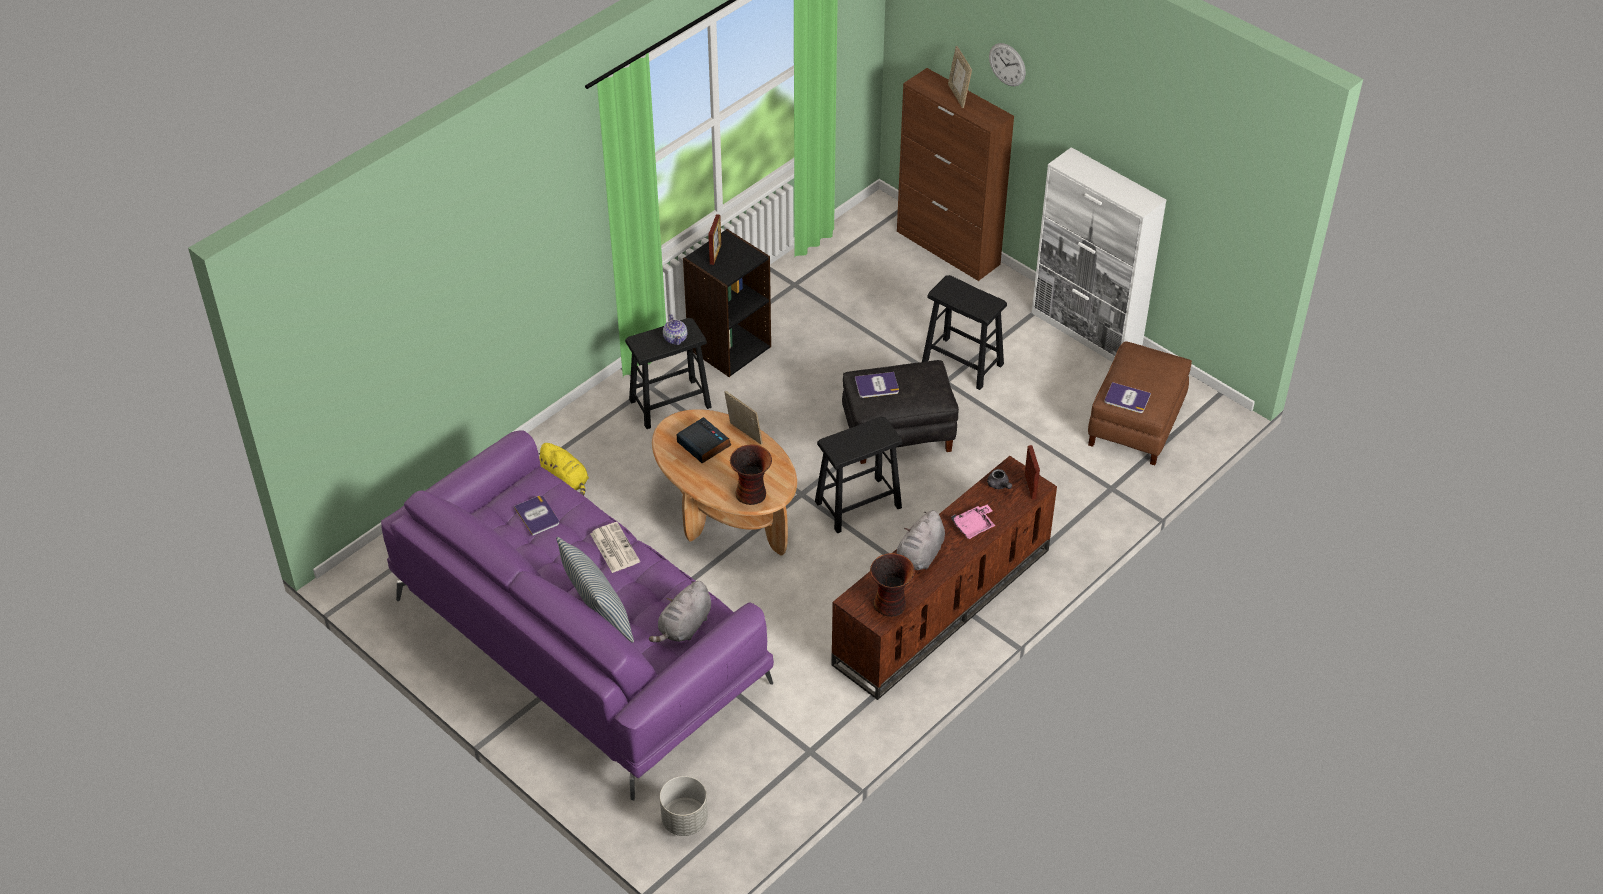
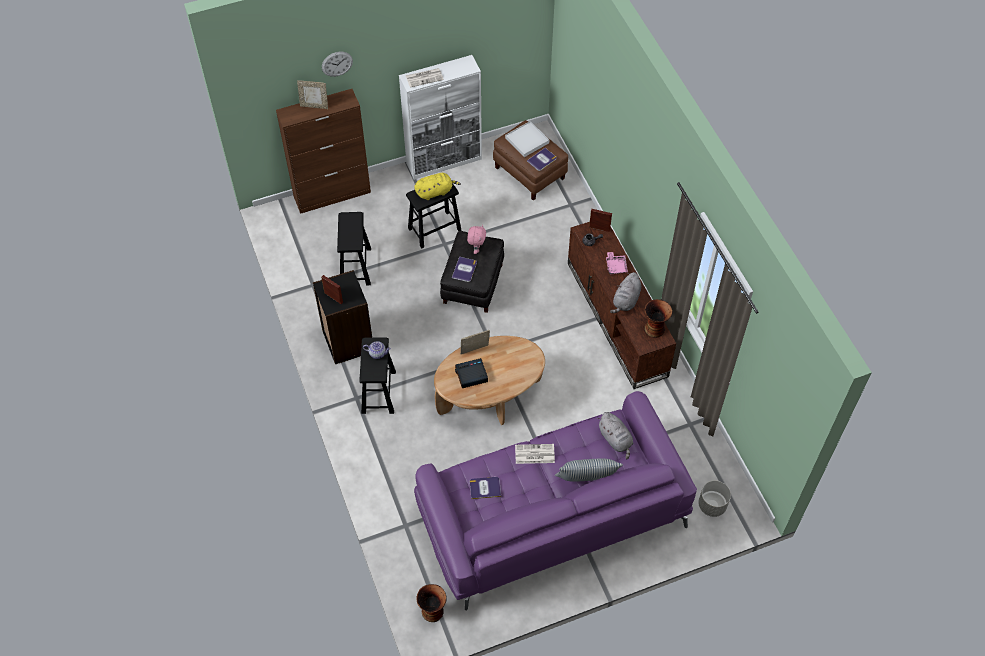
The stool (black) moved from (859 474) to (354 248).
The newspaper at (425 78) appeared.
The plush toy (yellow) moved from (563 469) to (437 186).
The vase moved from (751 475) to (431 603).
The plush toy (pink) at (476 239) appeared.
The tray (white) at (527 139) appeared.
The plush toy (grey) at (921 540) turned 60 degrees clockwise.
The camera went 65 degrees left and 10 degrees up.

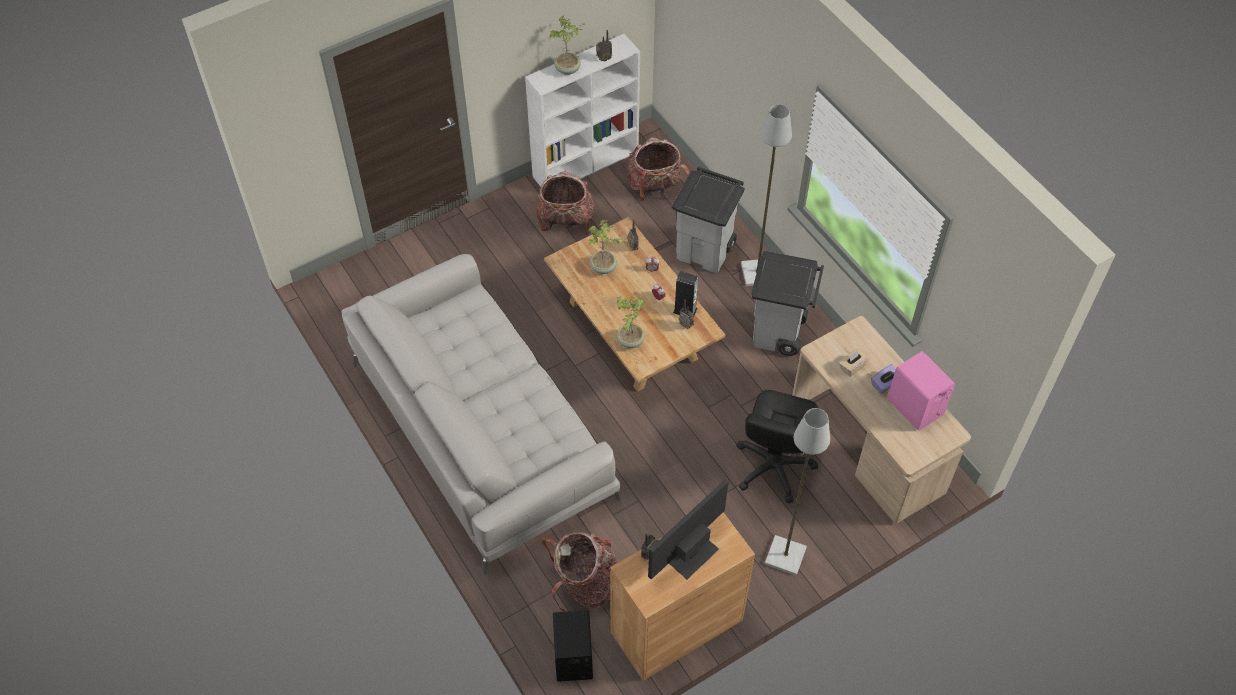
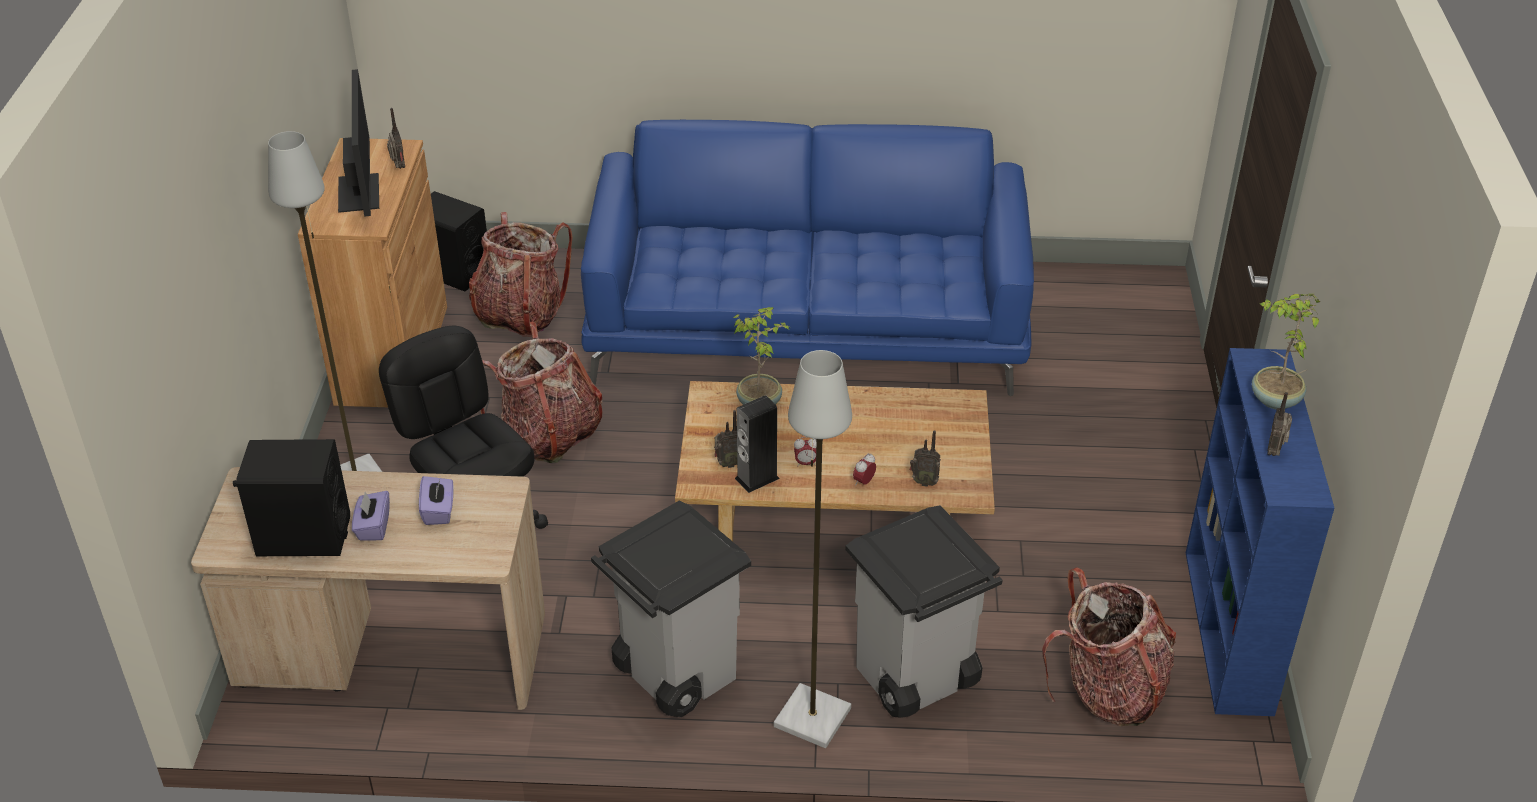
The speaker (pink) at (921 391) became the speaker (black) at (291 497).
The tissue box (beige) at (854 363) became the tissue box (purple) at (436 500).
The backpack moved from (565 203) to (541 392).
The sofa (grey) at (481 414) became the sofa (blue) at (807 258).
The bookcase (white) at (582 110) became the bookcase (blue) at (1260 532).
The potted plant at (606 247) disappeared.
The camera went 125 degrees right and 15 degrees down.

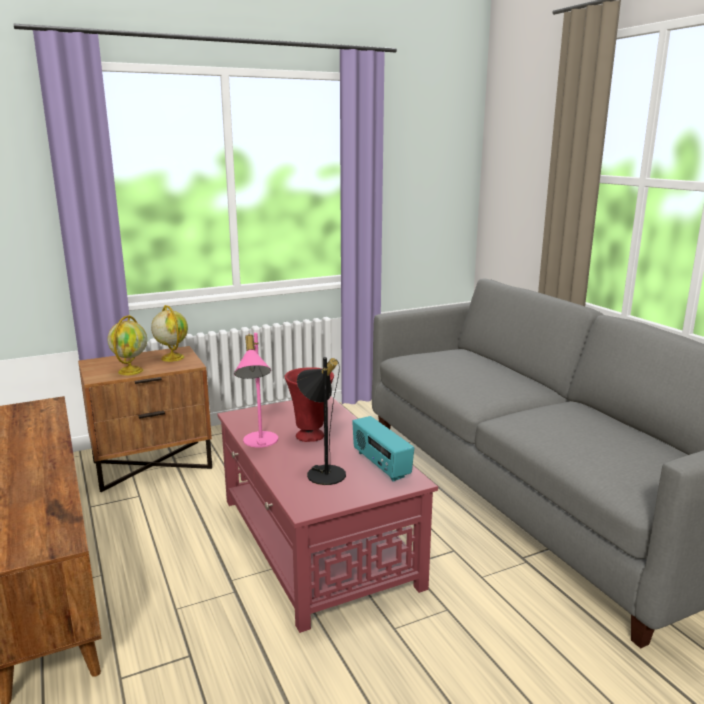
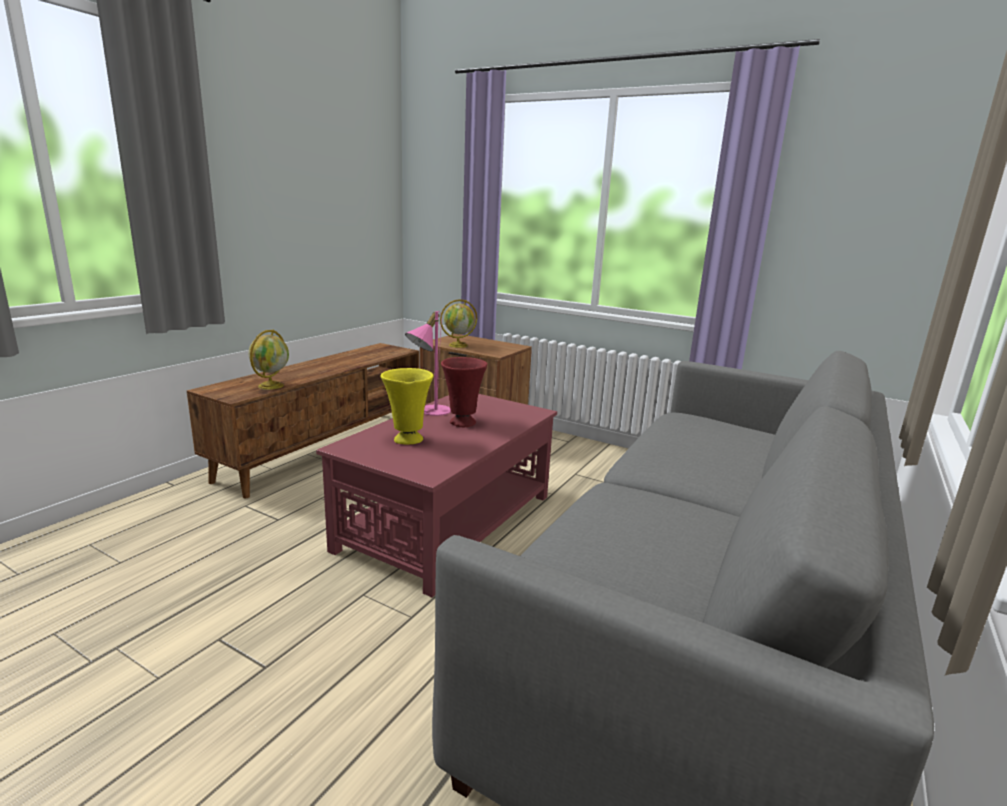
The globe moved from (169 333) to (268 360).
The table lamp (black) at (321 421) was replaced by the vase (yellow) at (407 406).
The radio at (383 449) disappeared.
The camera went 55 degrees right and 0 degrees up.

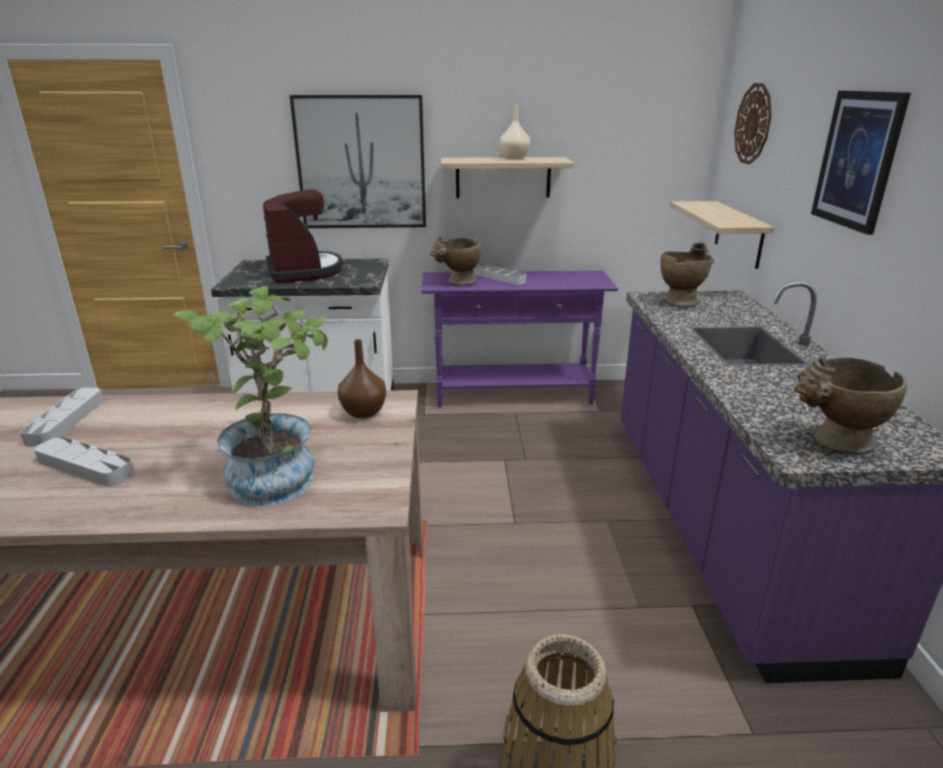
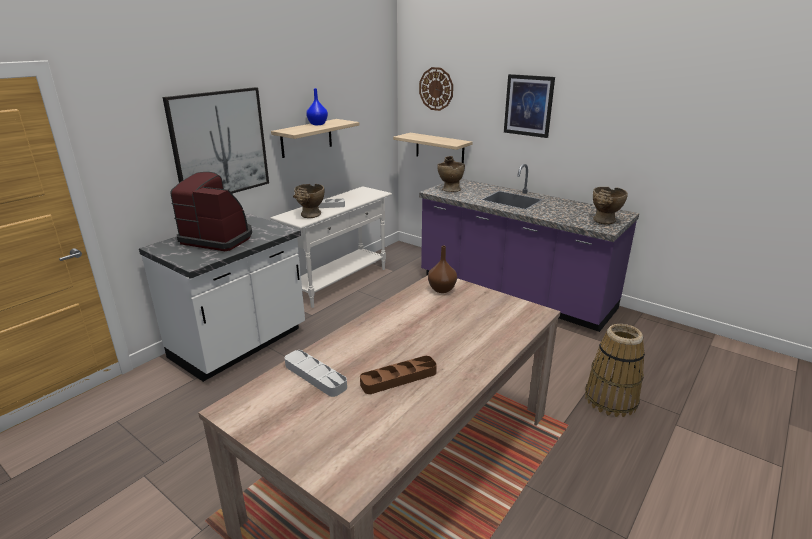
The console table (purple) at (519 339) became the console table (white) at (331 247).
The vase (beige) at (514 132) became the vase (blue) at (317 106).
The tray (grey) at (84 461) became the tray (brown) at (398 375).
The potted plant at (250 396) disappeared.
The camera went 50 degrees left and 0 degrees up.

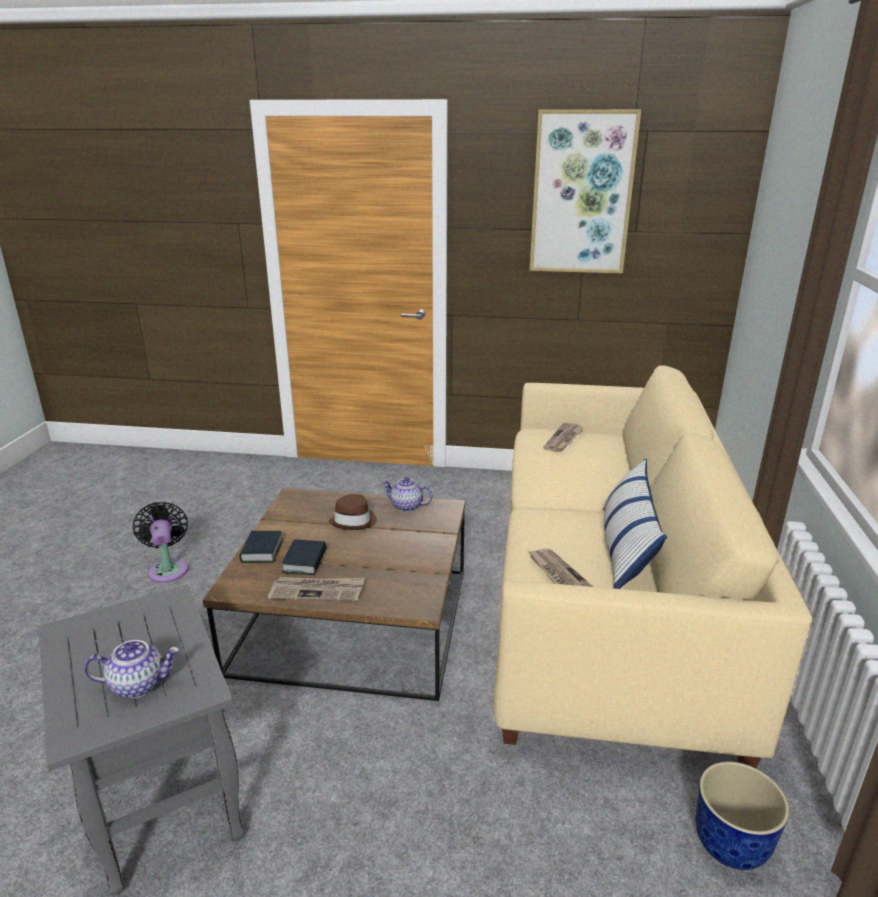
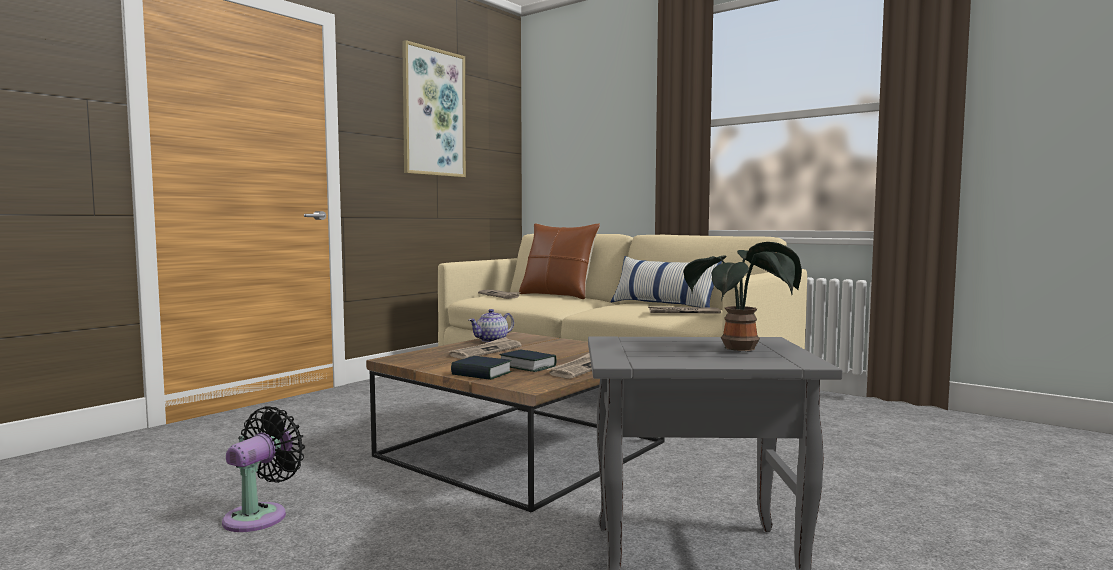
The fan (black) at (160 542) turned 105 degrees clockwise.
The hat (brown) at (353 512) was replaced by the newspaper at (485 348).
The pillow (brown) at (559 261) appeared.
The teapot at (131 669) was replaced by the potted plant at (742 296).
The planter at (742 816) disappeared.
The camera went 60 degrees left and 20 degrees down.

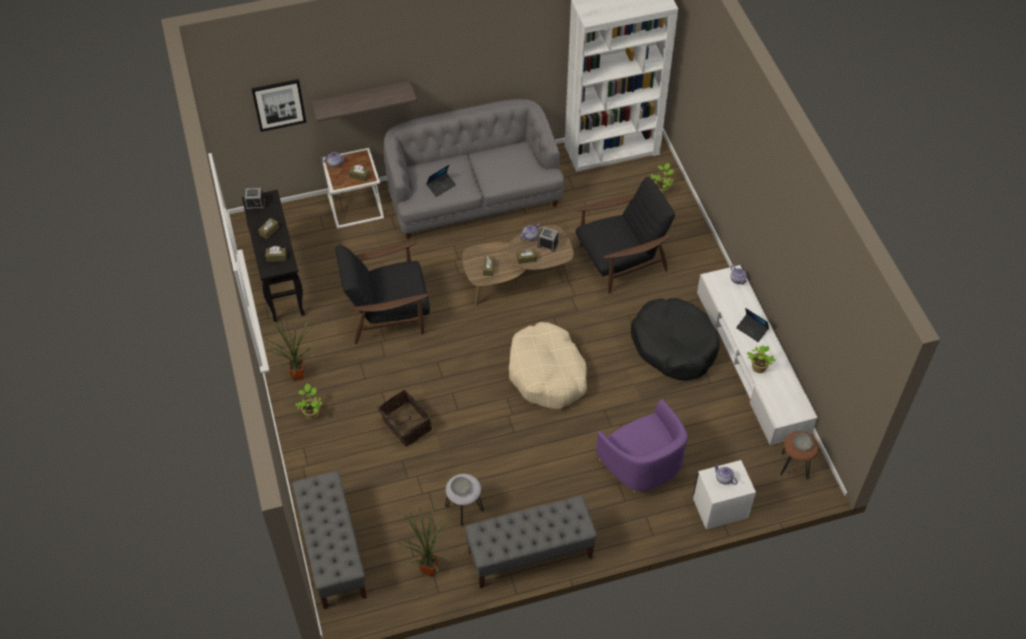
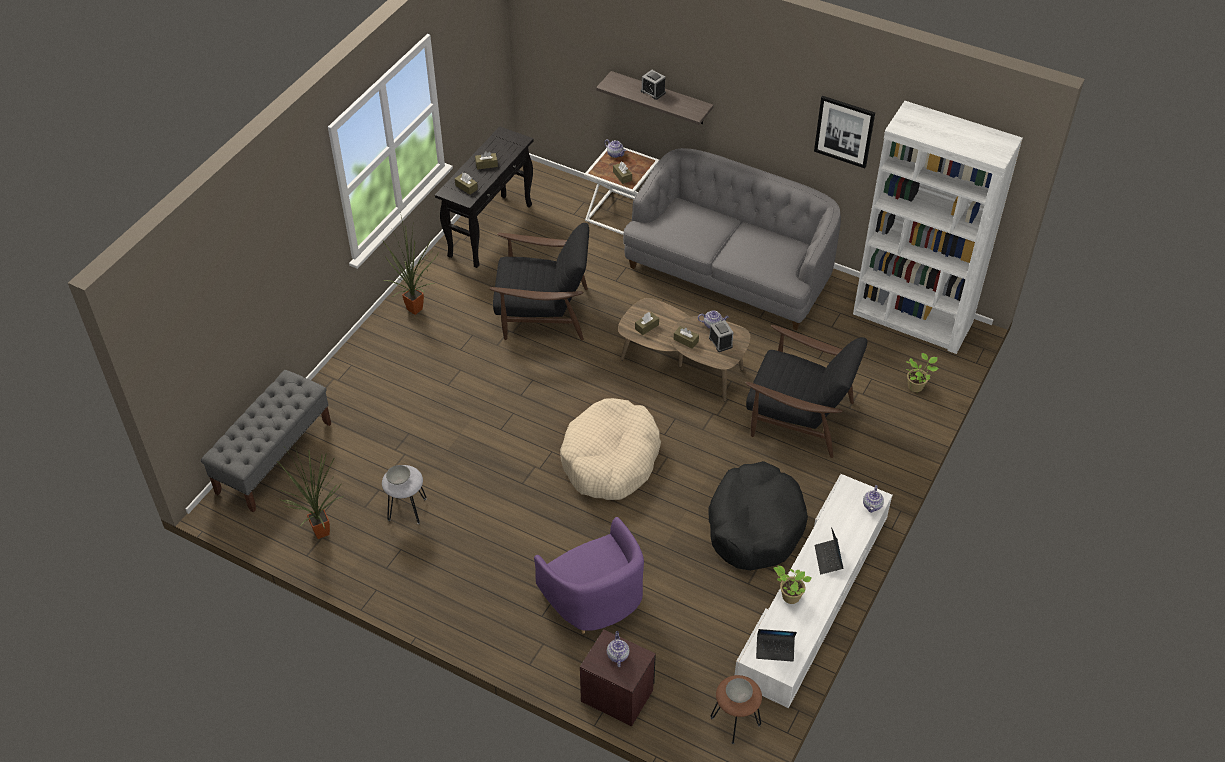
The armchair (black) at (382 292) turned 150 degrees clockwise.
The armchair (purple) at (642 446) turned 45 degrees counterclockwise.
The nightstand (white) at (724 495) became the nightstand (brown) at (618 677).
The alarm clock moved from (254 199) to (653 85).
The laptop moved from (441 181) to (776 645).
The picture moved from (278 105) to (844 132).
The potted plant at (309 401) disappeared.
The basket at (405 418) disappeared.
The bench (grey) at (531 542) disappeared.
The camera went 45 degrees right and 5 degrees down.

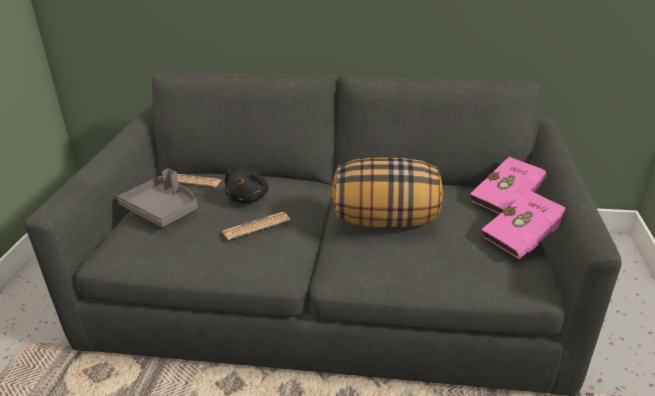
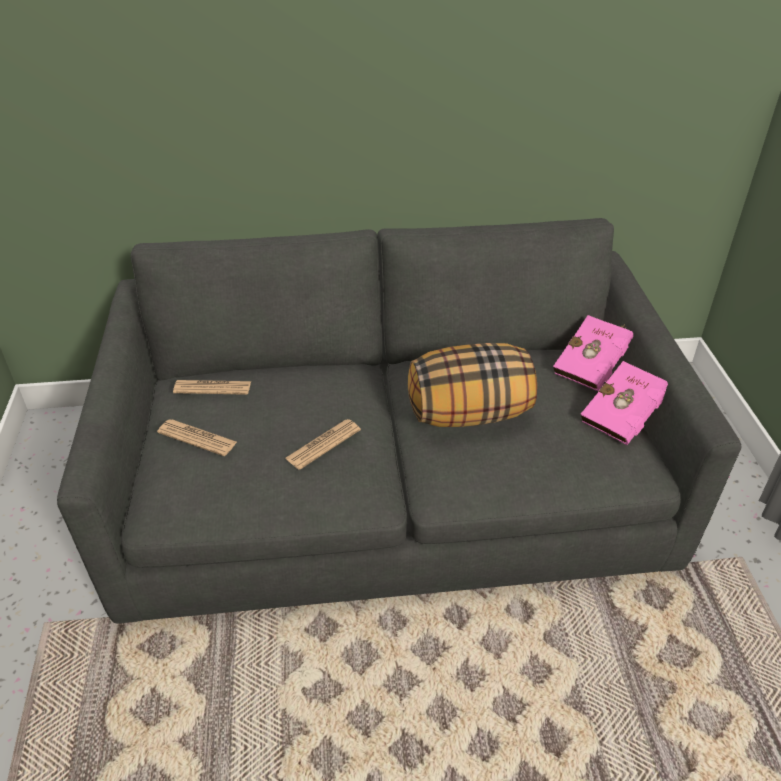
The tray (grey) at (157 197) was replaced by the newspaper at (197 437).
The plush toy (black) at (247 185) disappeared.
The camera went 15 degrees left and 10 degrees up.

